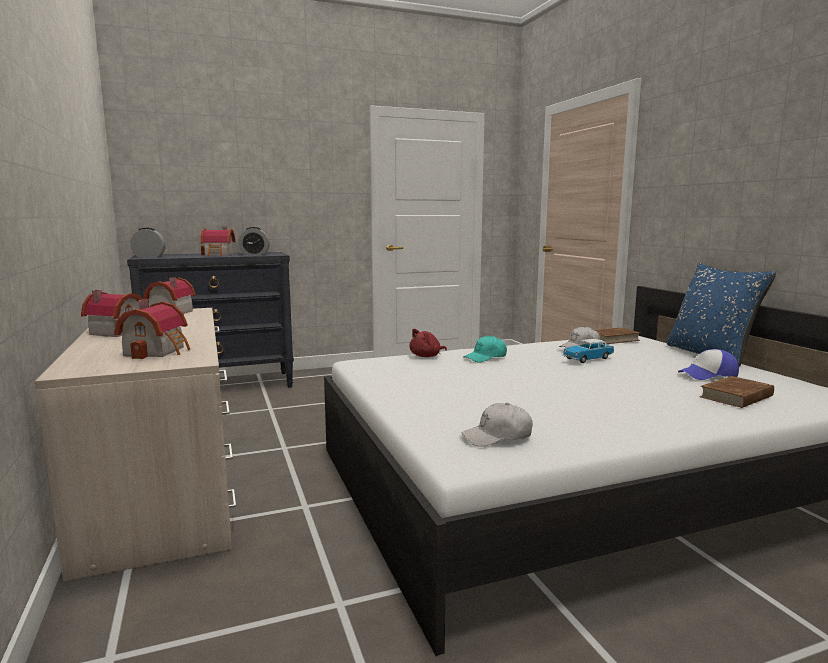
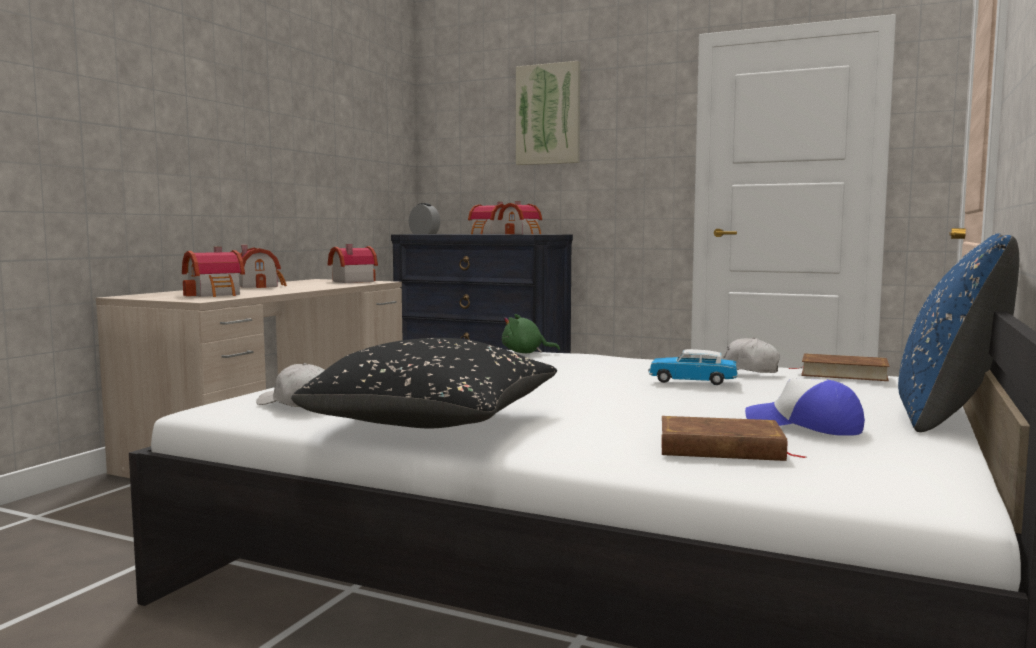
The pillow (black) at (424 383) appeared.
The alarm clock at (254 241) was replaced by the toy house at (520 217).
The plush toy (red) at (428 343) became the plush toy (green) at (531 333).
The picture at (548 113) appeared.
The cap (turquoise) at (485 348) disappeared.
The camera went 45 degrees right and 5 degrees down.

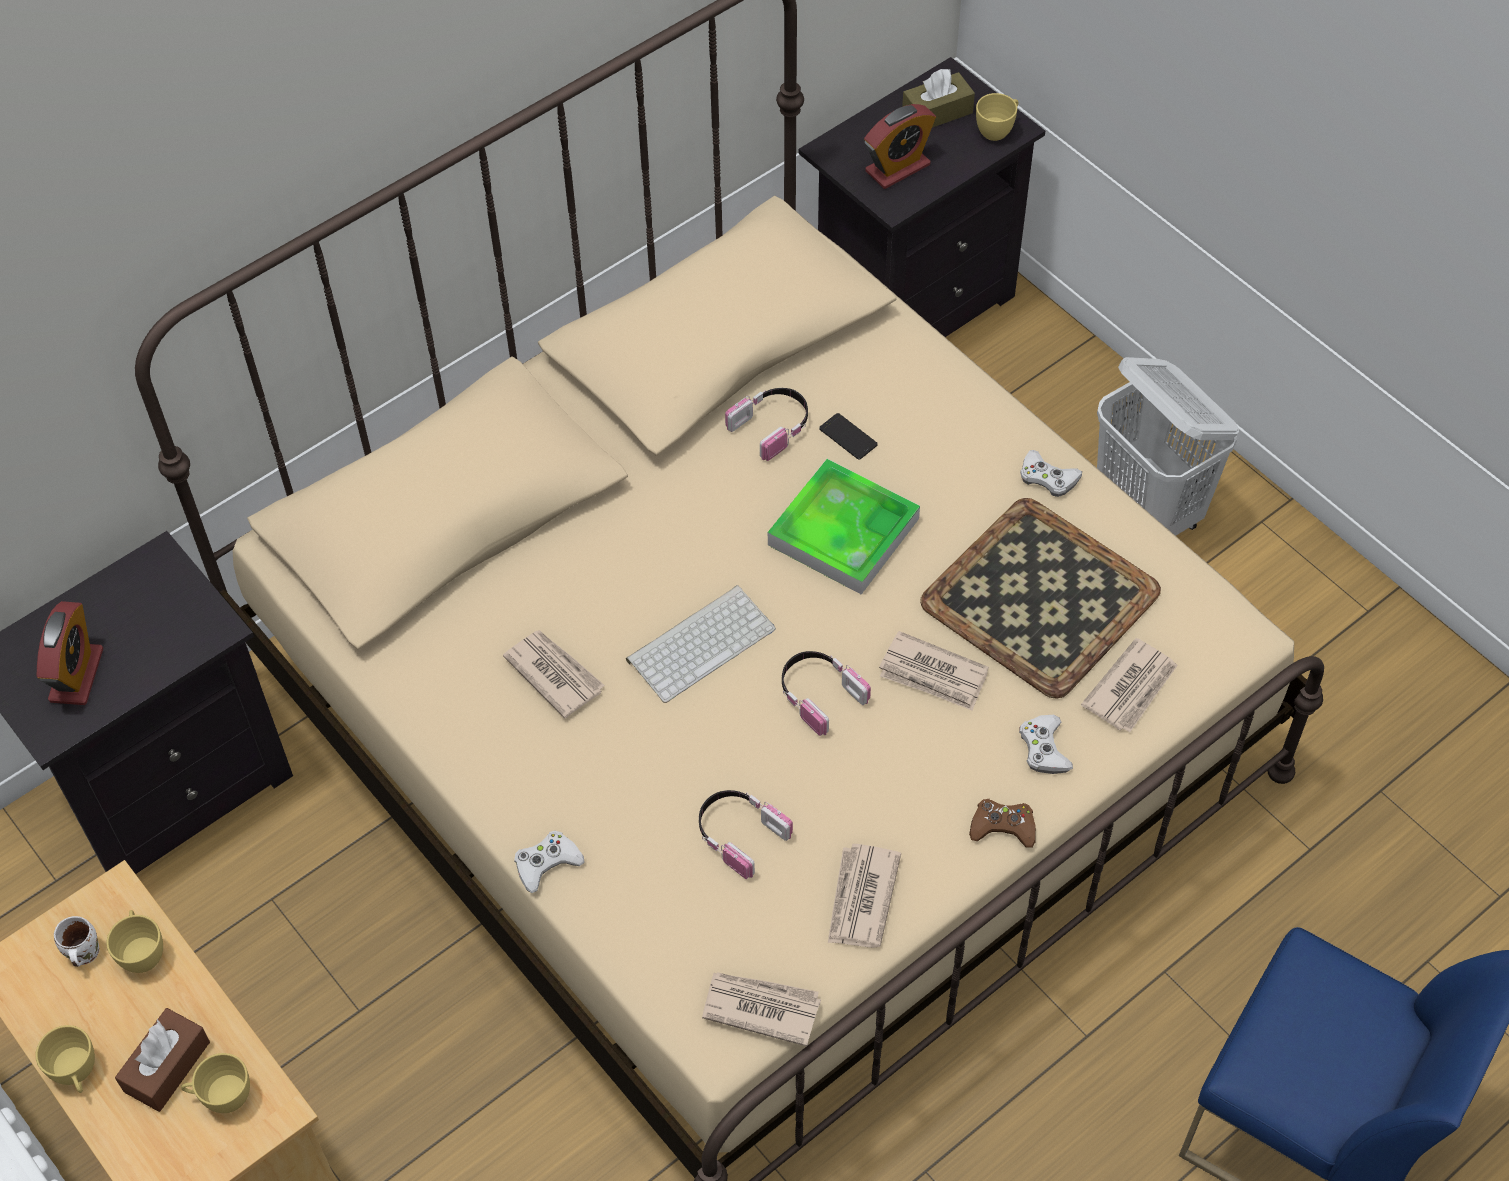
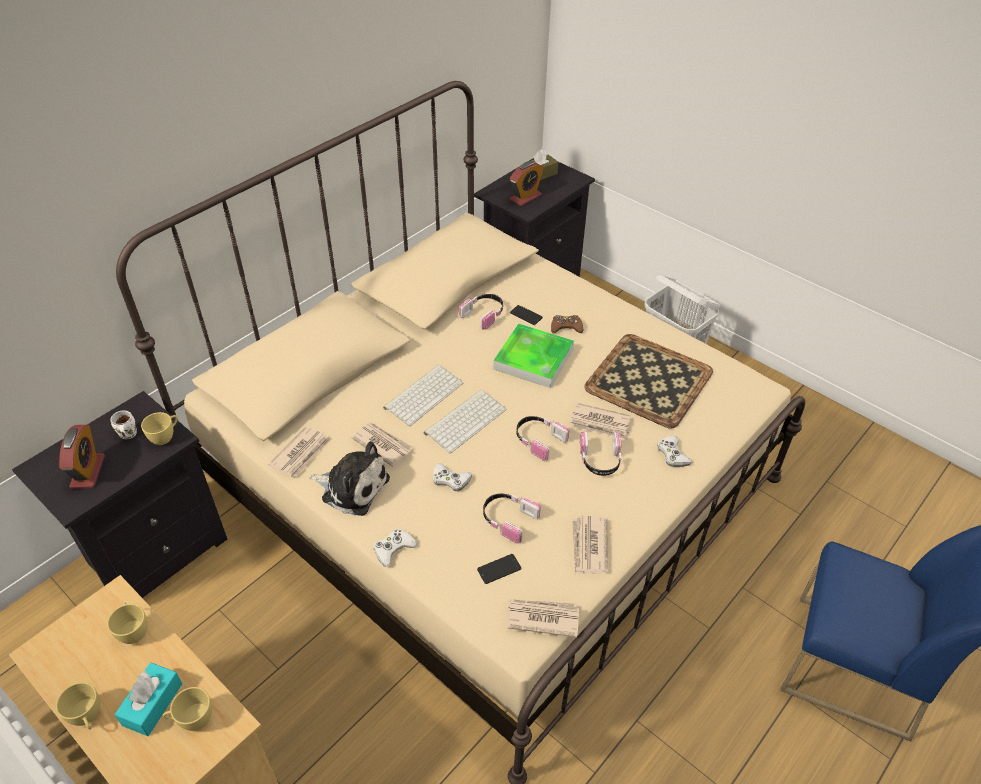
The mug (white) moved from (77 941) to (123 424).
The tissue box (brown) at (162 1060) became the tissue box (turquoise) at (148 699).
The cup (yellow) moved from (997 117) to (159 428).
The newspaper moved from (1129 685) to (299 451).
The plush toy at (349 478) appeared.
The keyboard at (423 395) appeared.
The game controller (white) moved from (1051 473) to (452 477).
The phone at (499 569) appeared.
The game controller (brown) moved from (1002 823) to (567 324).
The headphones at (601 453) appeared.
The camera went 10 degrees left and 10 degrees down.

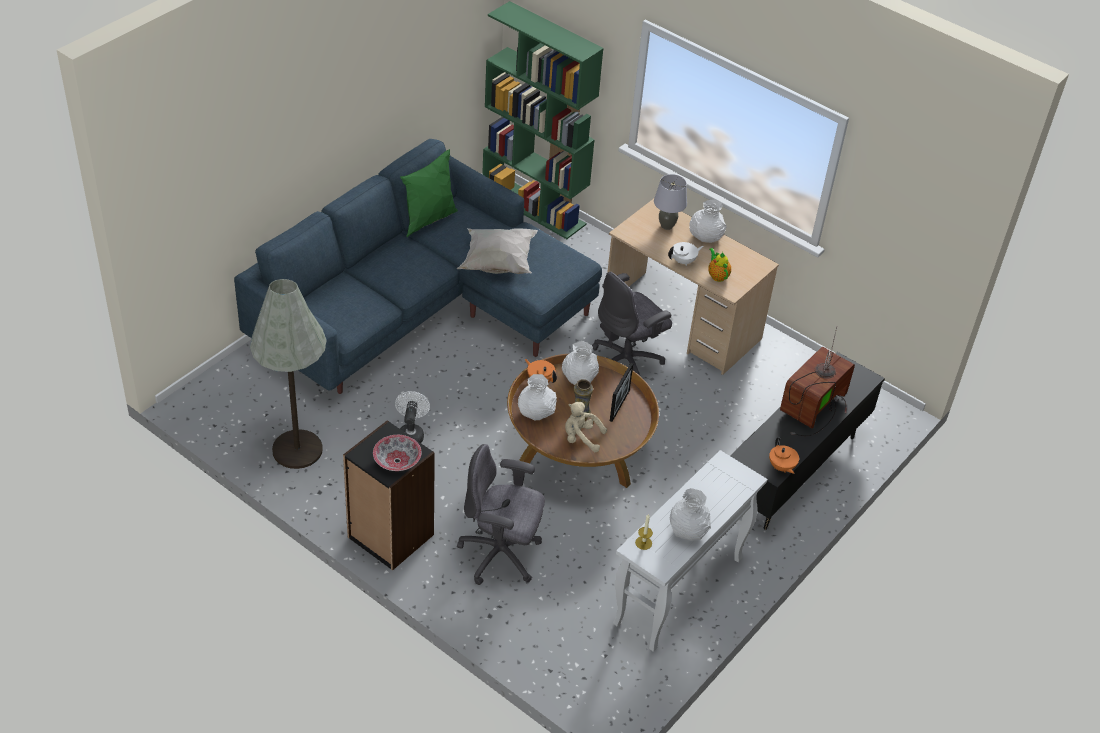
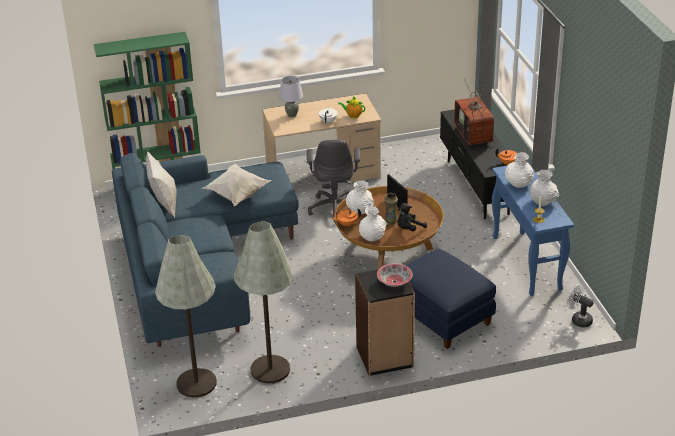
The pillow (green) at (429 193) became the pillow (white) at (161 184).
The floor lamp (grey) at (186 316) appeared.
The plush toy (beige) at (586 427) became the plush toy (black) at (412 217).
The office chair (grey) at (501 514) was replaced by the ottoman (blue) at (451 299).
The console table (white) at (690 551) became the console table (blue) at (533 229).
The vase (white) moved from (708 221) to (519 170).
The fan (white) moved from (412 417) to (580 306).
The camera went 50 degrees left and 10 degrees down.

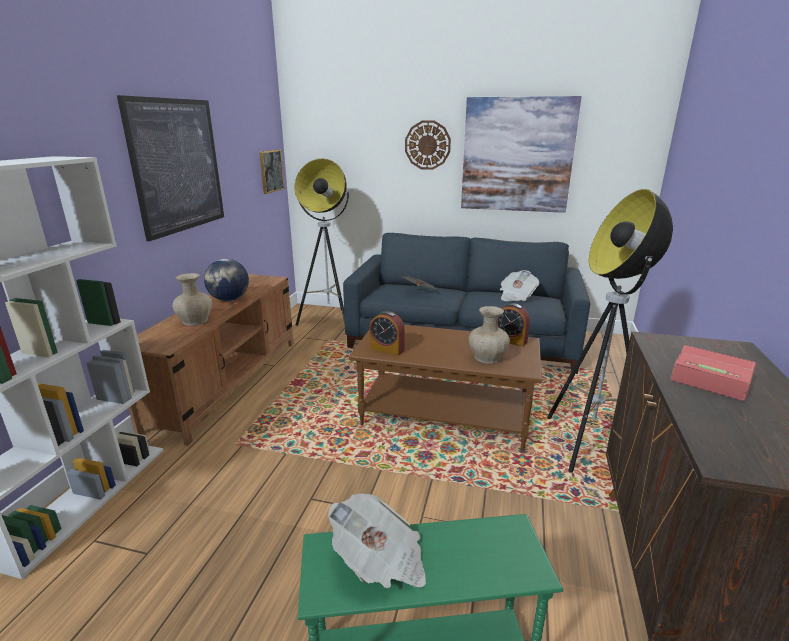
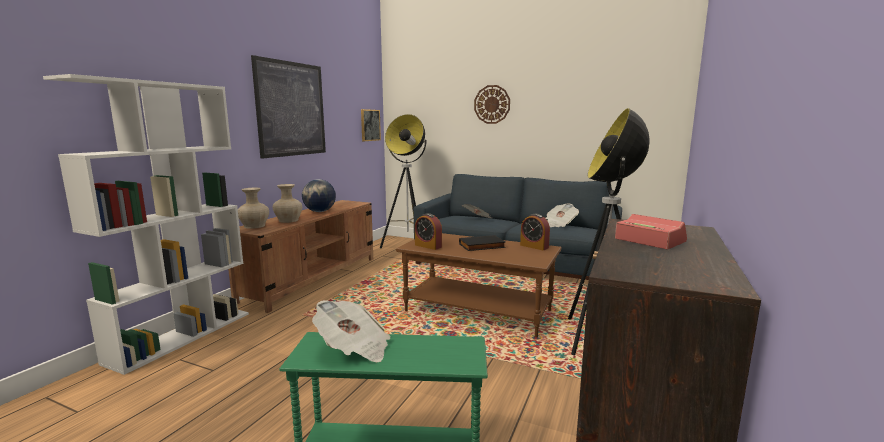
The vase (beige) moved from (489 335) to (253 208).
The book (black) at (482 243) appeared.
The picture at (521 154) disappeared.
The camera went 10 degrees right and 10 degrees down.

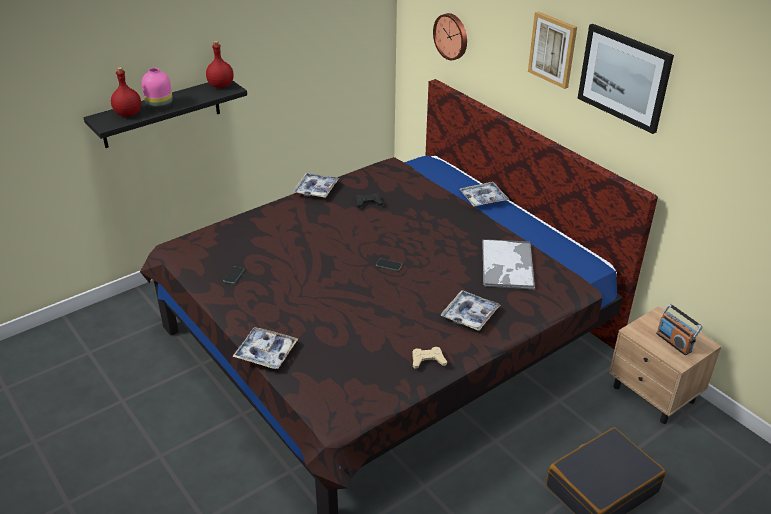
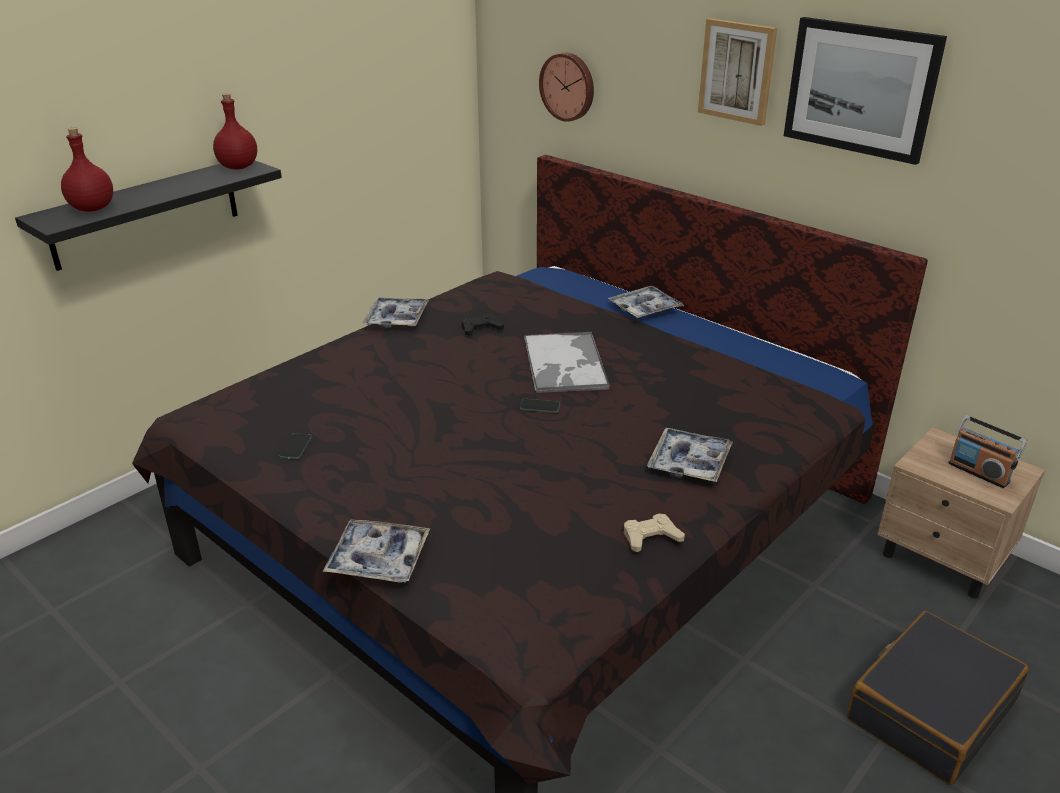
The tray moved from (508 264) to (567 362).
The vase (pink) at (157 89) disappeared.
The camera went 10 degrees left and 5 degrees down.

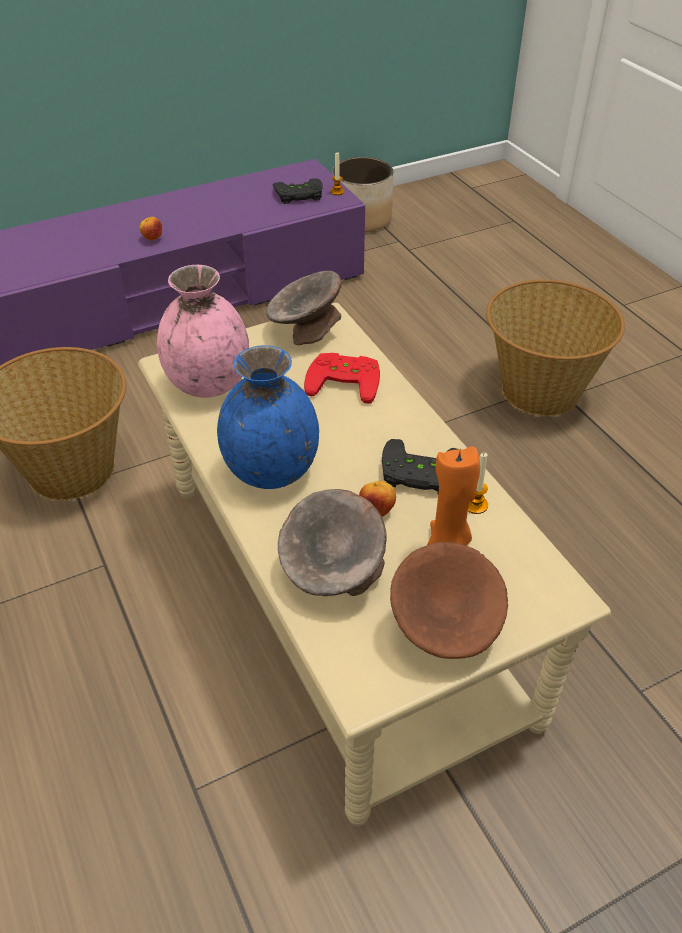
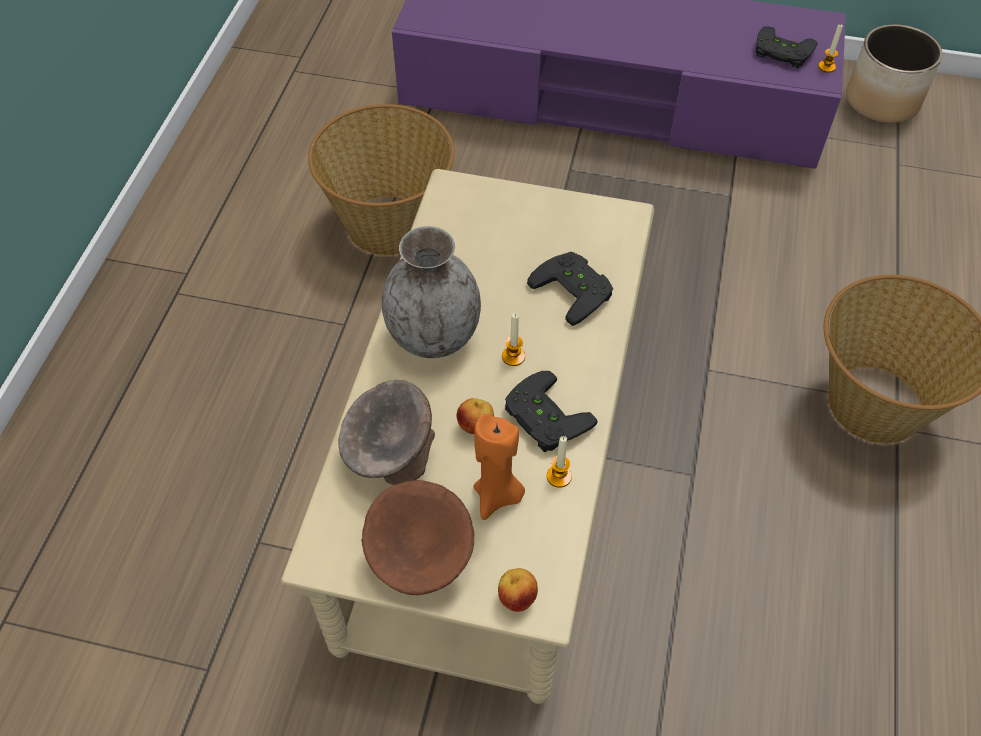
The vase (blue) at (268 417) became the vase (grey) at (431 292).
The apple moved from (150 229) to (518 590).
The candle at (513 339) appeared.
The game controller (red) at (342 378) became the game controller (black) at (570 288).
The vase (pink) at (203 331) disappeared.
The bowl (grey) at (304 308) disappeared.
The camera went 40 degrees right and 10 degrees up.

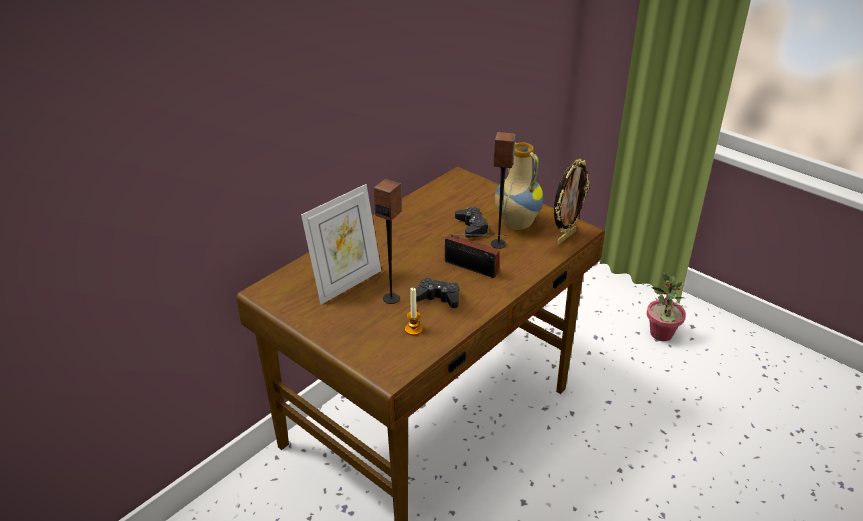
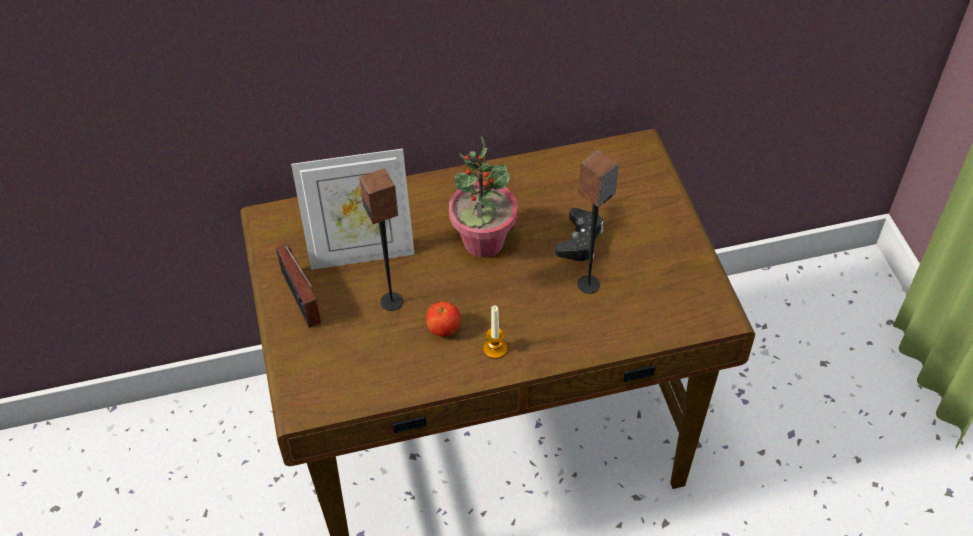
The radio moved from (475 256) to (298 286).
The game controller (black) at (437 293) was replaced by the apple at (443 319).
The potted plant moved from (666 307) to (483 197).
The candle moved from (414 311) to (495 332).
The vase at (519 186) disappeared.
The picture frame at (571 202) disappeared.
The camera went 35 degrees right and 15 degrees up.

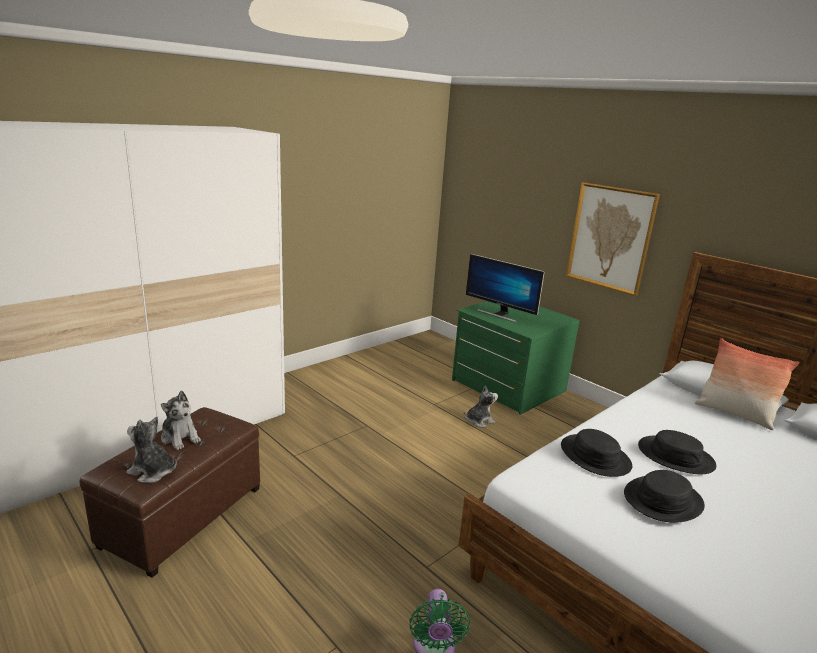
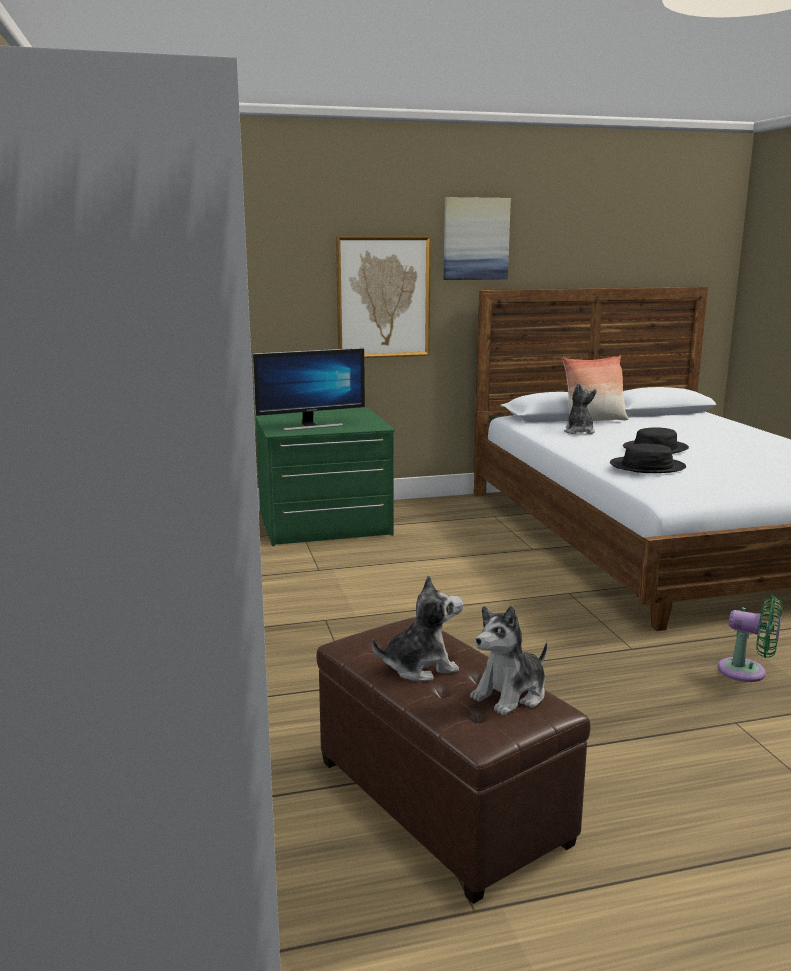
The picture at (477 238) appeared.
The plush toy moved from (481 406) to (580 408).
The hat (black) at (664 496) disappeared.
The camera went 60 degrees left and 5 degrees down.

